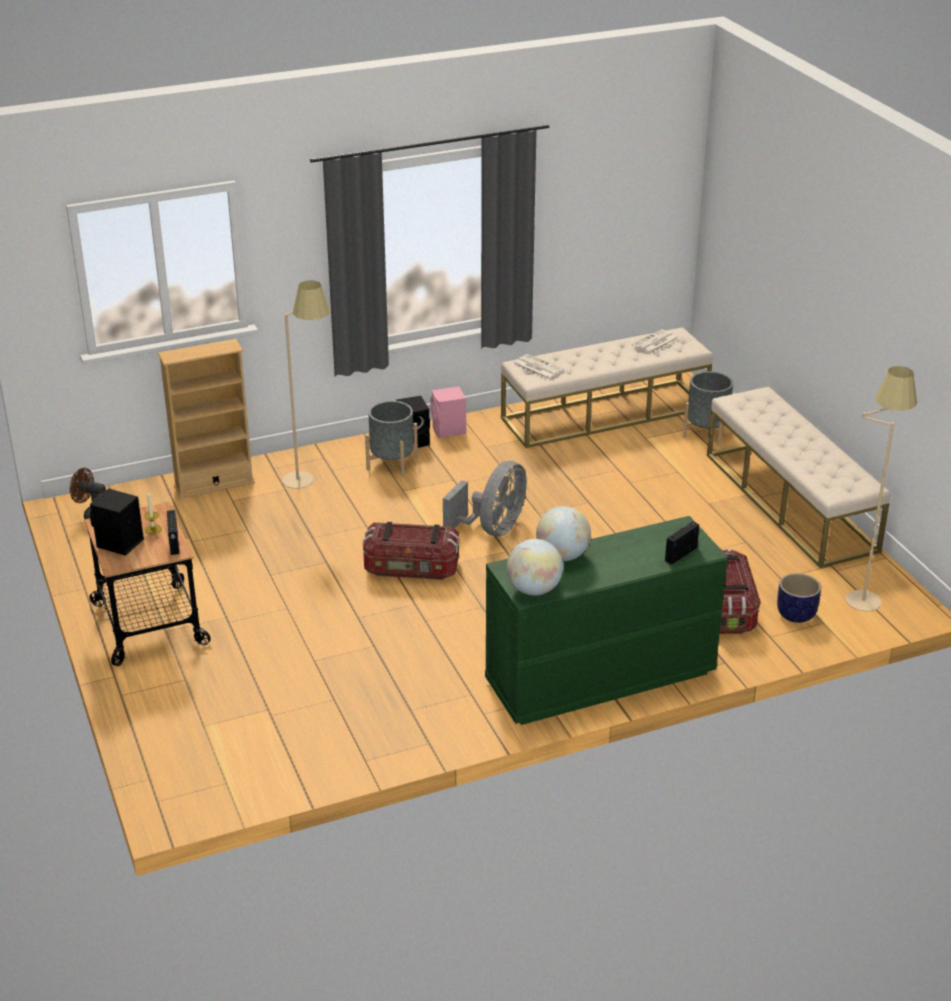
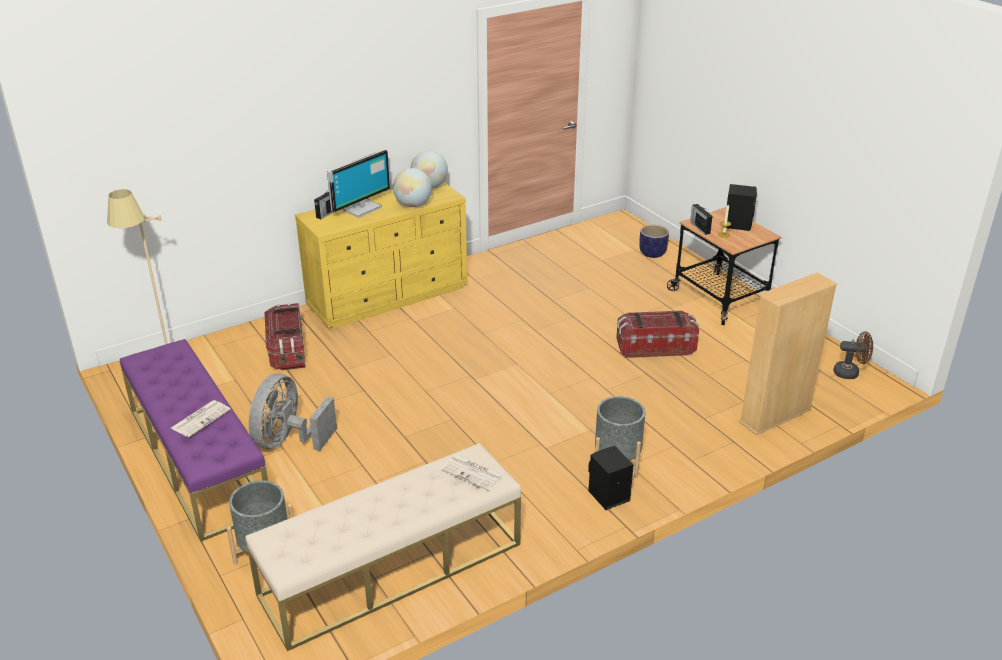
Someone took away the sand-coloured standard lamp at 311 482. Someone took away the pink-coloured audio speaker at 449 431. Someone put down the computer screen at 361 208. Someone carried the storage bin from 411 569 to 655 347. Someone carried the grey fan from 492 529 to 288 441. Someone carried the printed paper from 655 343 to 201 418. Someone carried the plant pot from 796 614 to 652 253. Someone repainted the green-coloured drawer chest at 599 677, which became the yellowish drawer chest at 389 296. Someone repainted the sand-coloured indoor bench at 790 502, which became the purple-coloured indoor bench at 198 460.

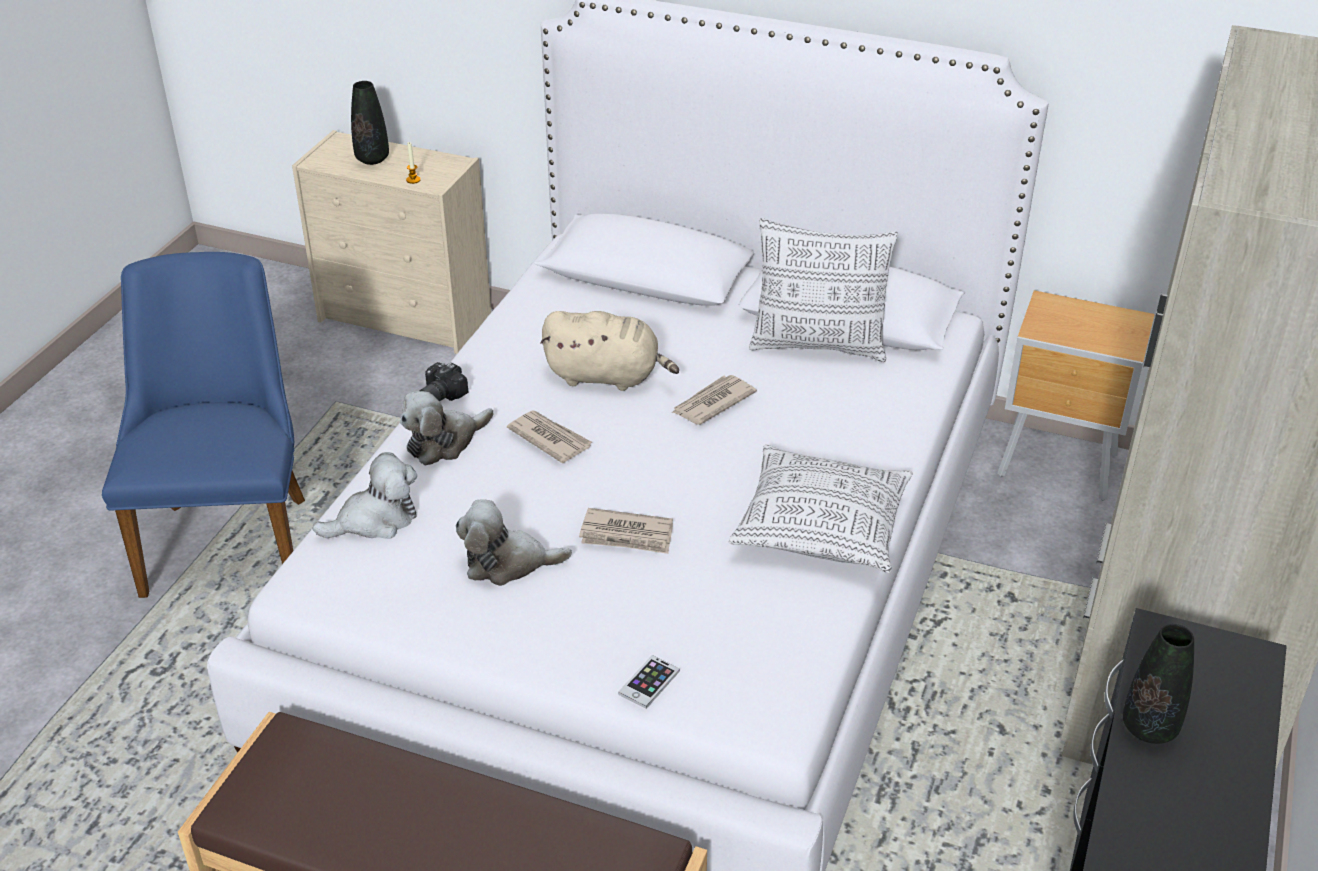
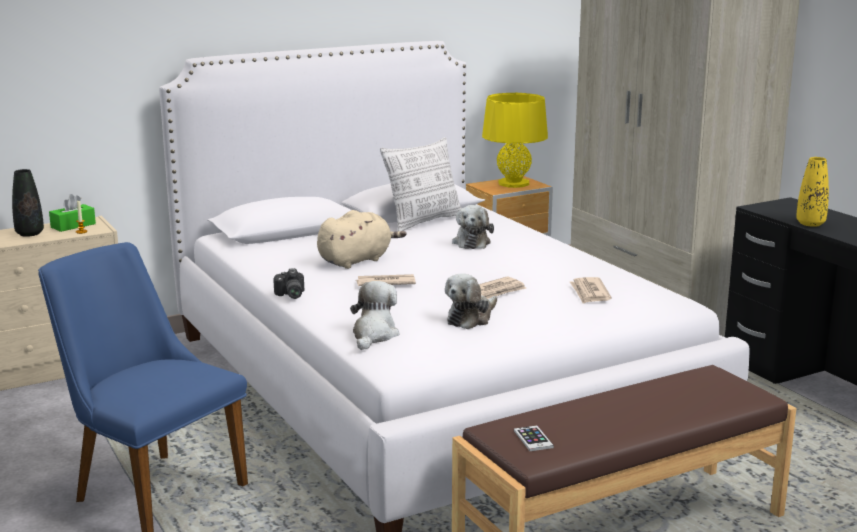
Someone took away the pillow at 822 528. Someone put down the green-coloured box of tissues at 73 225. Someone put down the yellowish tabletop lamp at 513 183. Someone carried the cuddly toy from 444 442 to 471 242. Someone carried the phone from 649 682 to 533 439. Someone carried the printed paper from 712 403 to 589 293. Someone repainted the black decorative vase at 1149 728, which became the yellowish decorative vase at 810 223.

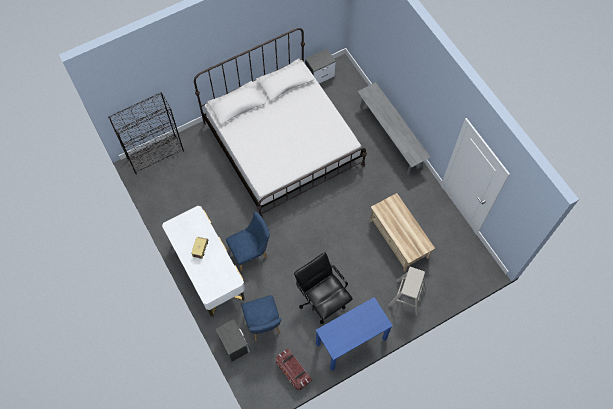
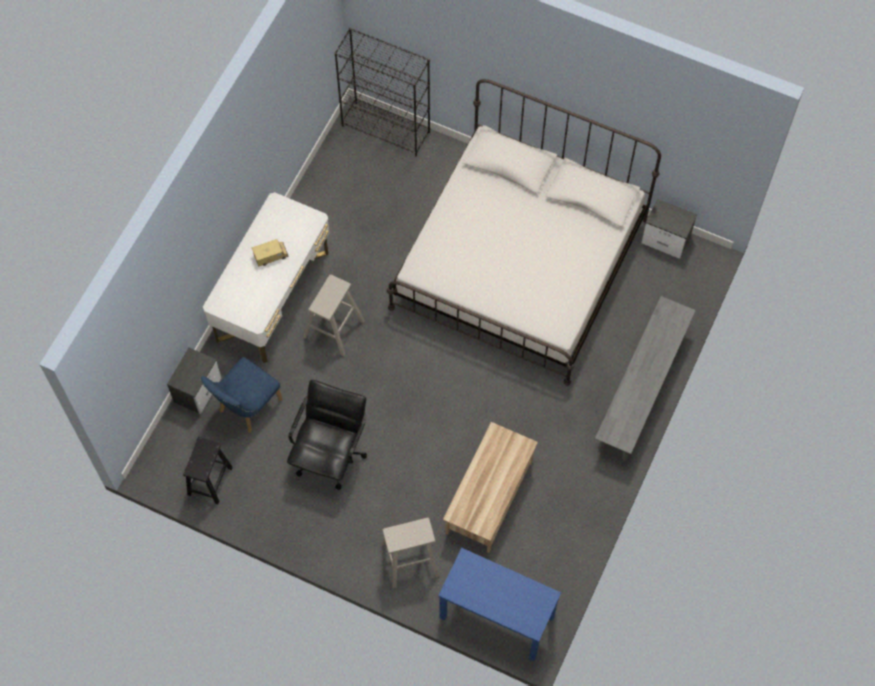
Someone carried the blue desk unit from 351 341 to 496 616. Someone swapped the blue upright chair at 251 252 for the sand-coloured stool seat at 334 329. Someone swapped the storage bin at 293 371 for the black stool seat at 210 482.

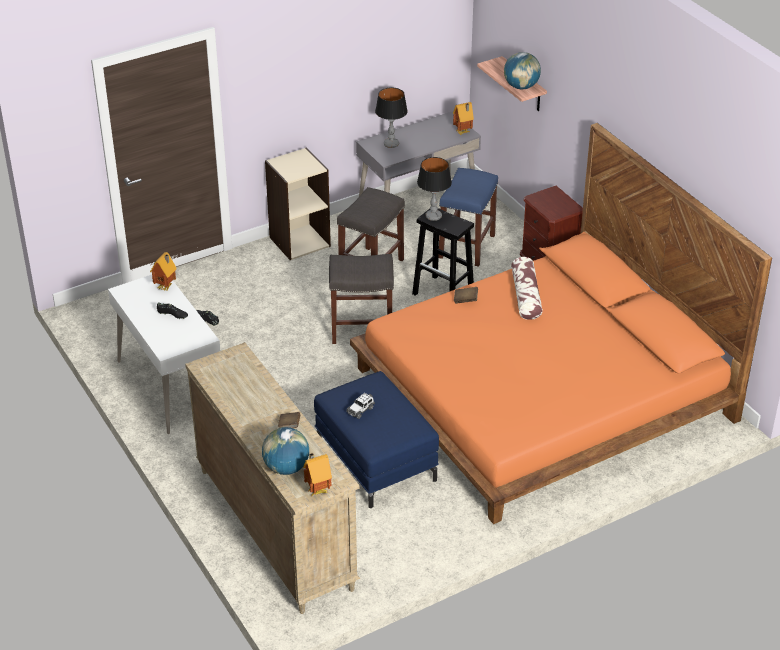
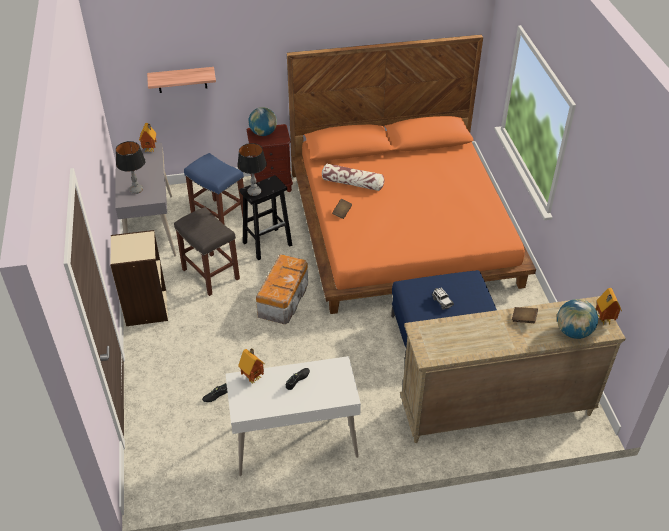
Someone carried the globe from 521 86 to 263 133. Someone swapped the grey stool seat at 363 329 for the storage bin at 284 299.

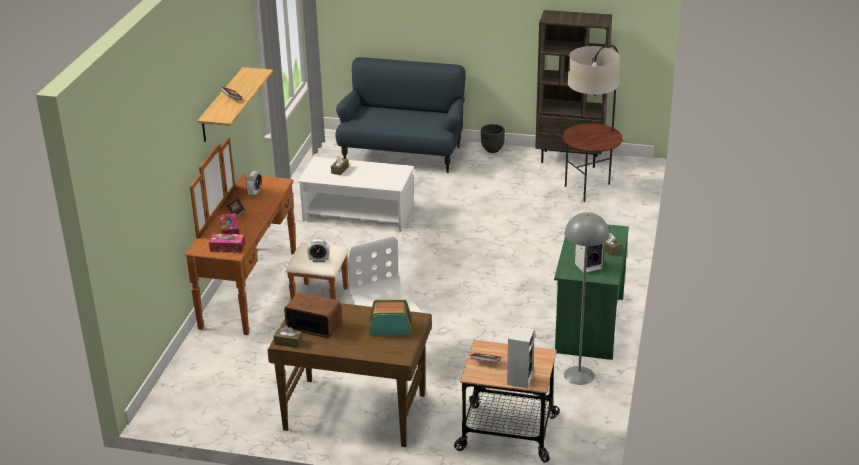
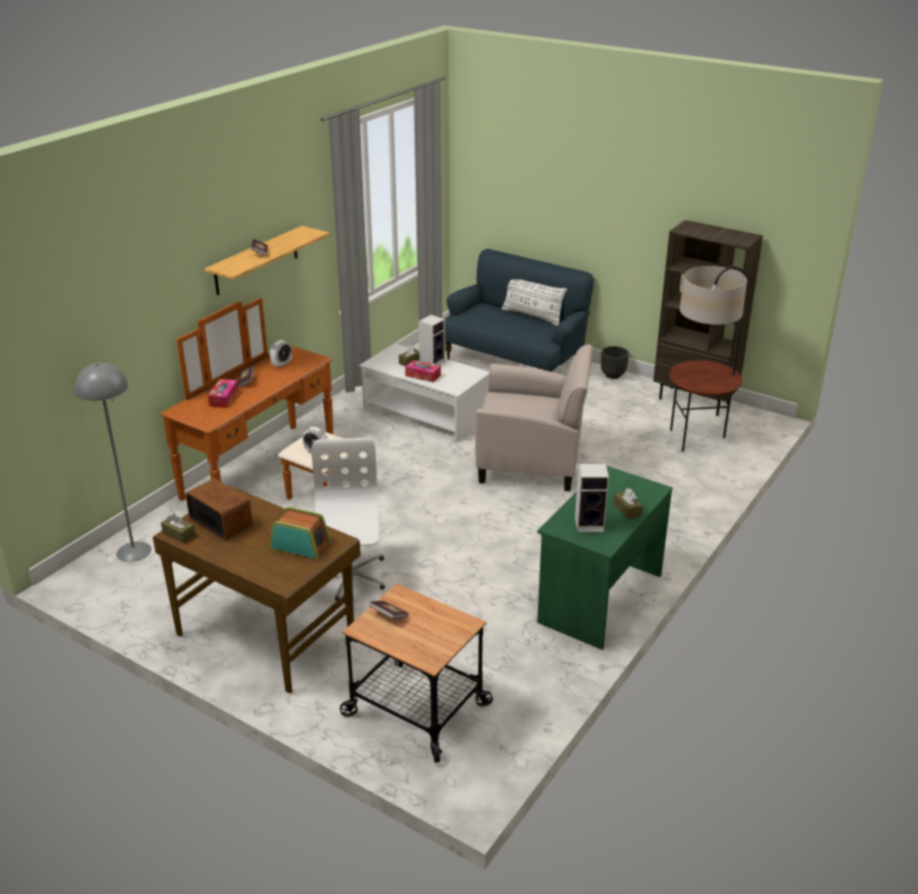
Someone put down the sand-coloured easy chair at 531 462. Someone put down the white pillow at 532 316. Someone carried the box of tissues from 227 247 to 423 375. Someone carried the audio speaker from 519 378 to 432 362. Someone carried the grey standard lamp from 579 375 to 134 551.

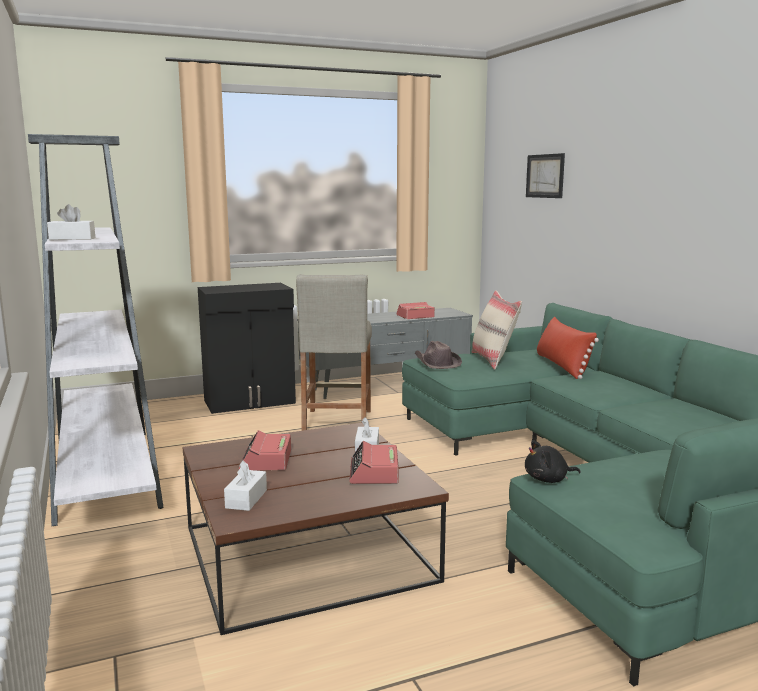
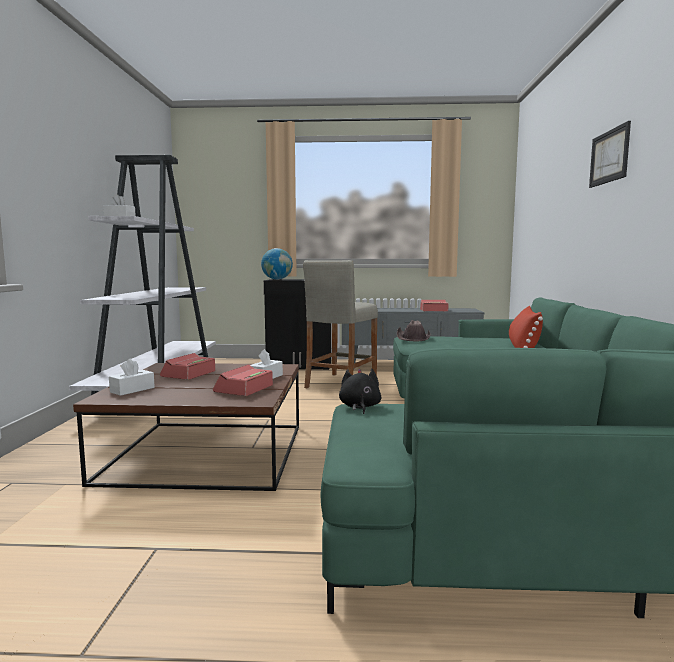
Someone took away the sand-coloured pillow at 493 360. Someone put down the globe at 277 279. Someone carried the picture from 545 176 to 609 156. Someone rotated the black cuddly toy at 548 479 by 75 degrees clockwise.

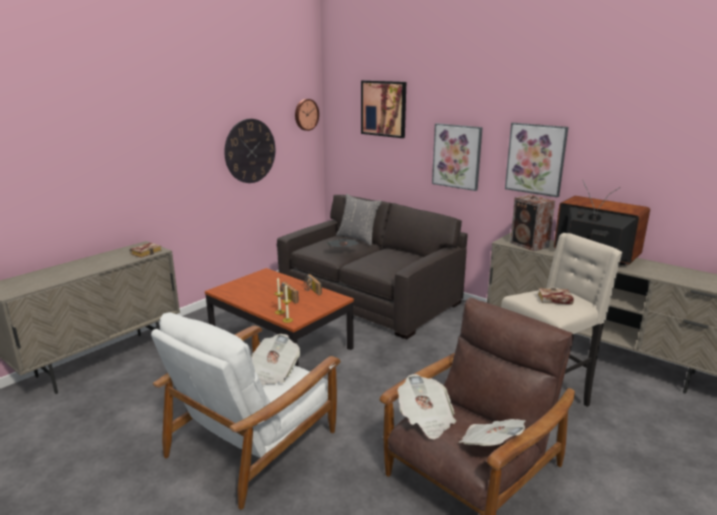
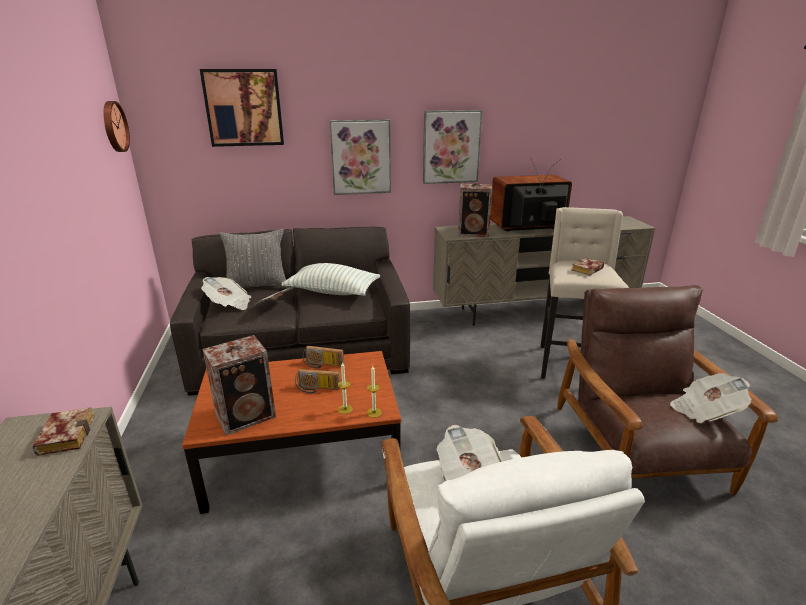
Someone took away the wall clock at 250 151. Someone put down the audio speaker at 247 415. Someone put down the pillow at 332 291. Someone carried the printed paper from 426 419 to 229 304.

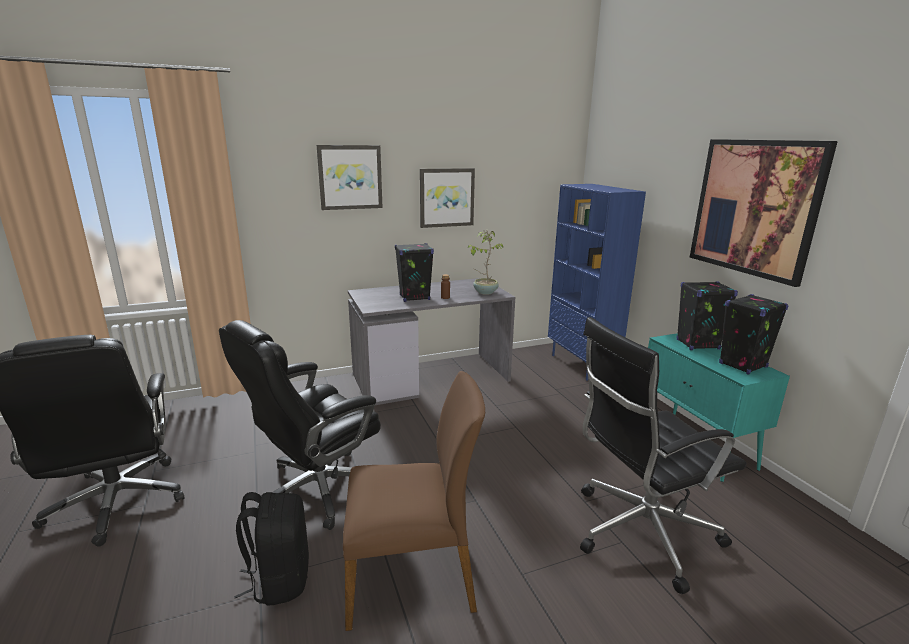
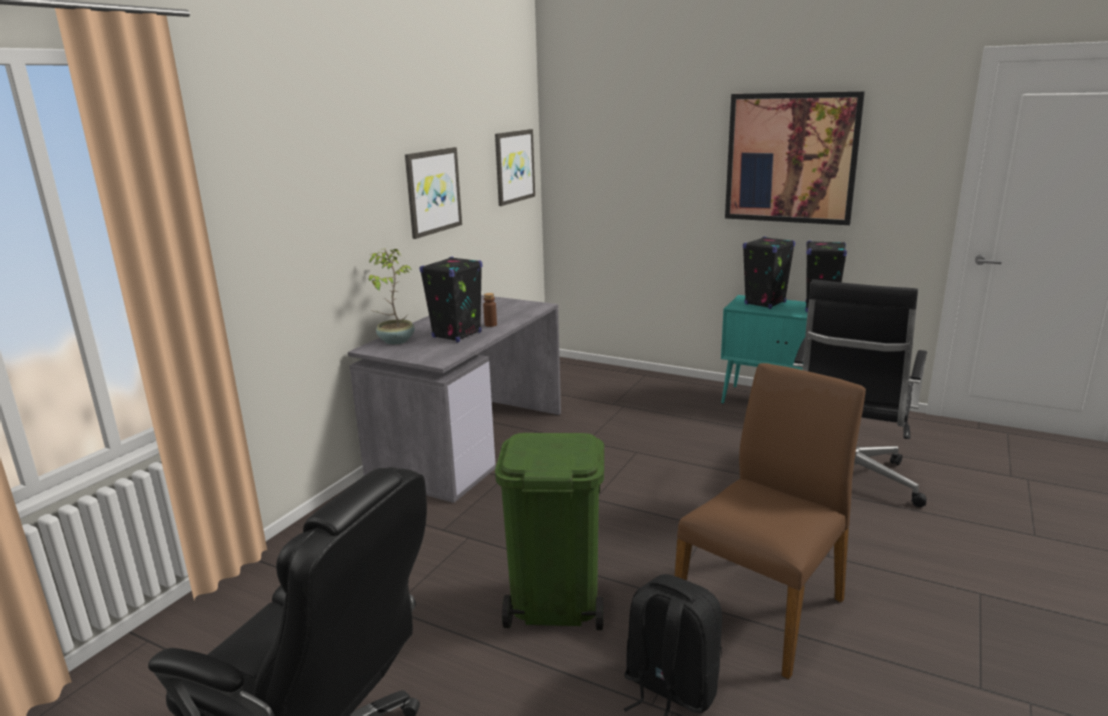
Someone took away the blue bookshelf at 582 365. Someone carried the picture from 350 177 to 514 166. Someone carried the potted plant from 485 292 to 395 341. Someone swapped the black desk chair at 316 489 for the green-coloured rubbish bin at 554 603.

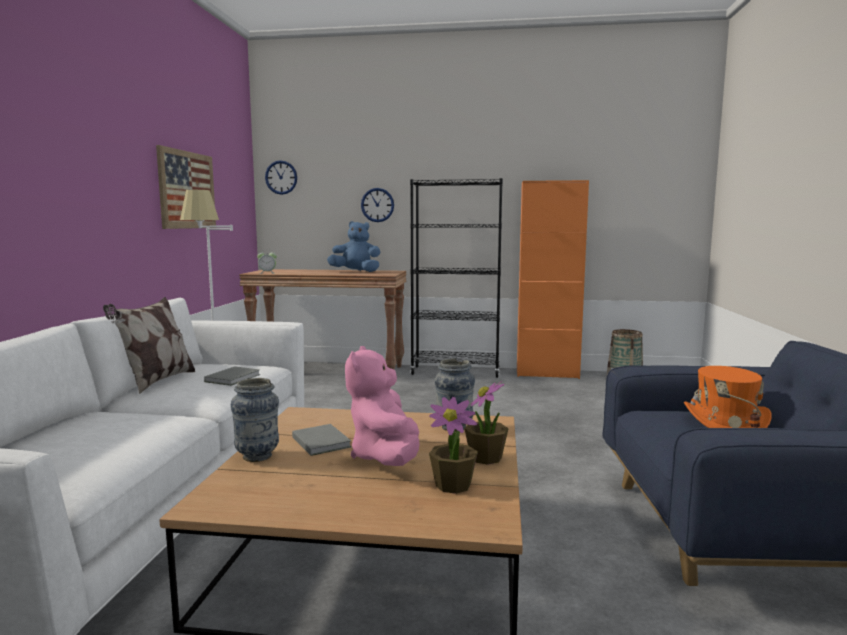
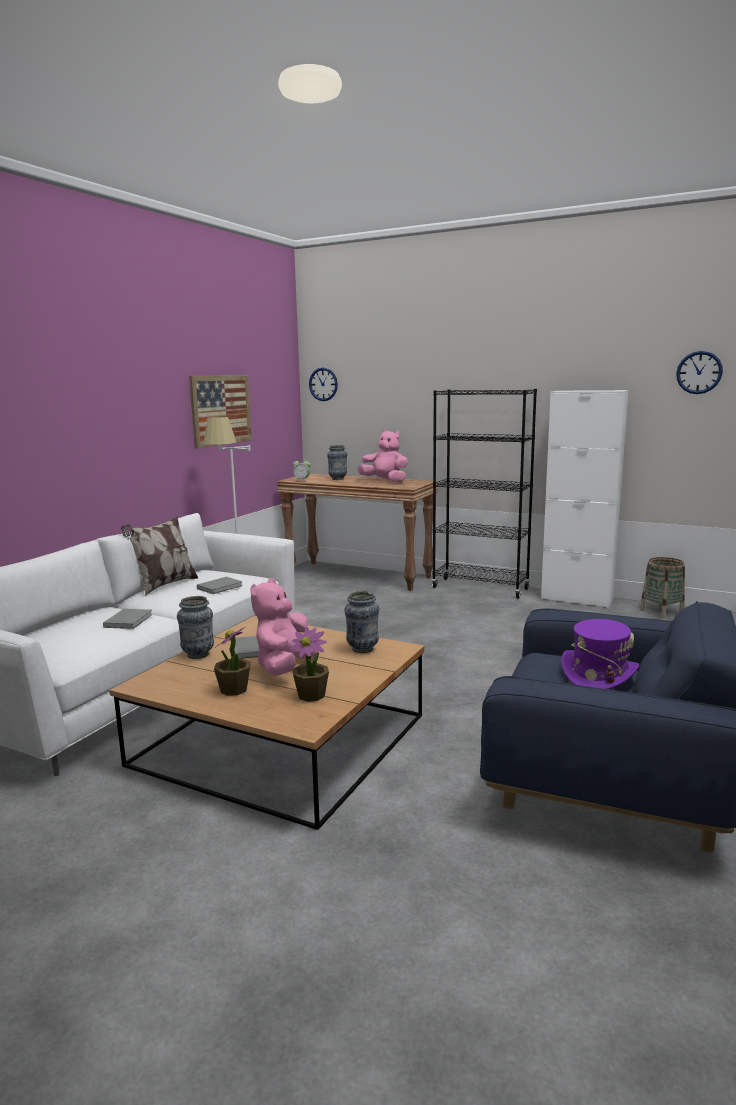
Someone put down the grey bound book at 129 620. Someone put down the decorative vase at 338 479. Someone carried the wall clock from 377 205 to 699 372. Someone carried the potted plant from 486 458 to 234 690. Someone repainted the blue cuddly toy at 356 271, which became the pink-coloured cuddly toy at 385 481. Someone repainted the orange-coloured cupboard at 547 374, which became the white cupboard at 576 599. Someone repainted the orange-coloured hat at 724 423, which became the purple-coloured hat at 598 675.

